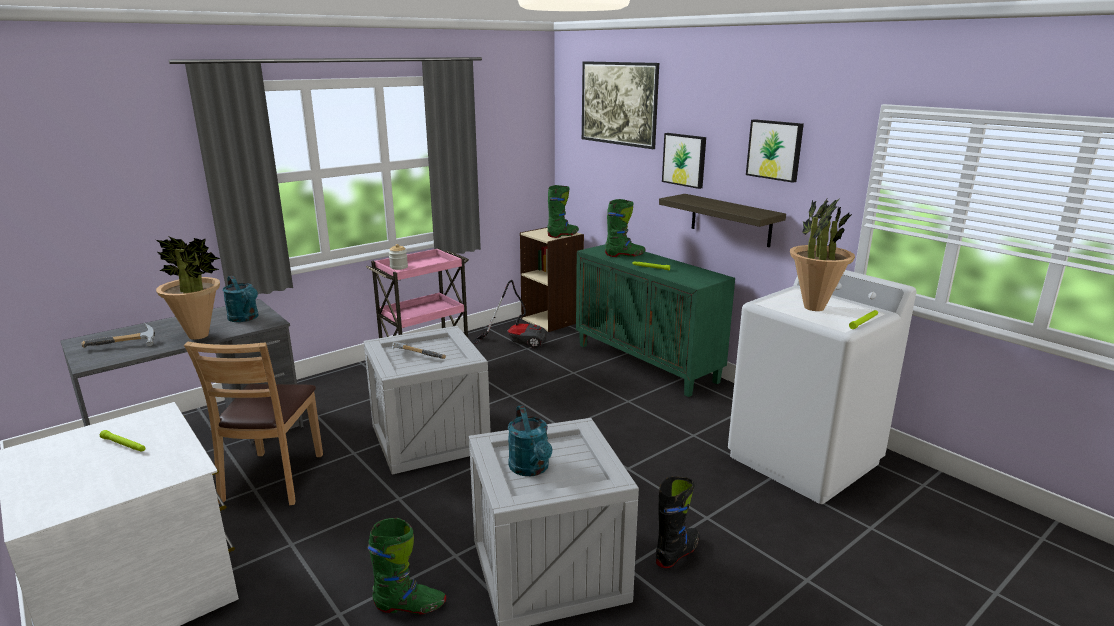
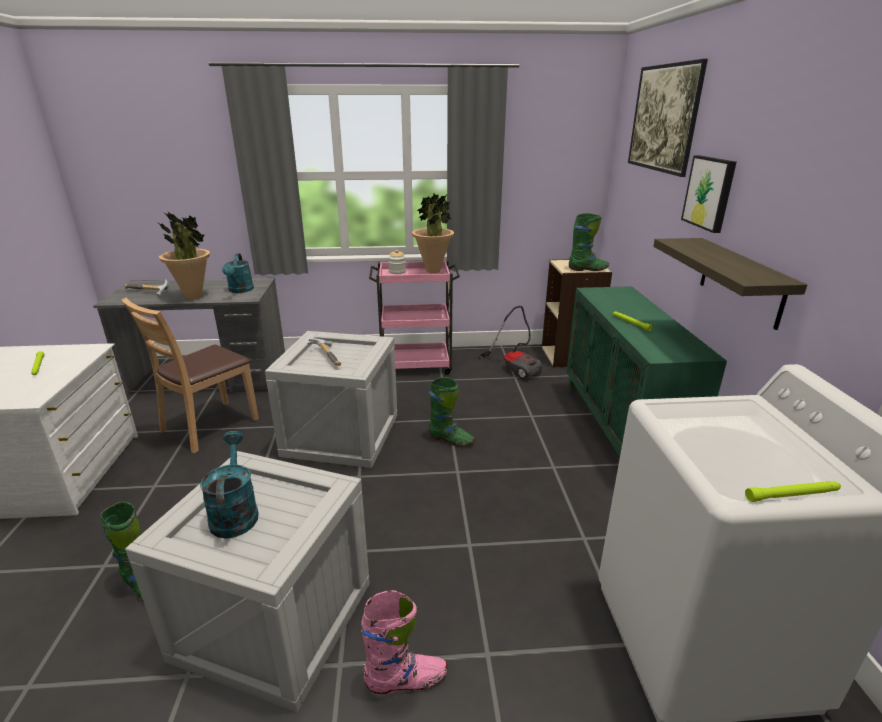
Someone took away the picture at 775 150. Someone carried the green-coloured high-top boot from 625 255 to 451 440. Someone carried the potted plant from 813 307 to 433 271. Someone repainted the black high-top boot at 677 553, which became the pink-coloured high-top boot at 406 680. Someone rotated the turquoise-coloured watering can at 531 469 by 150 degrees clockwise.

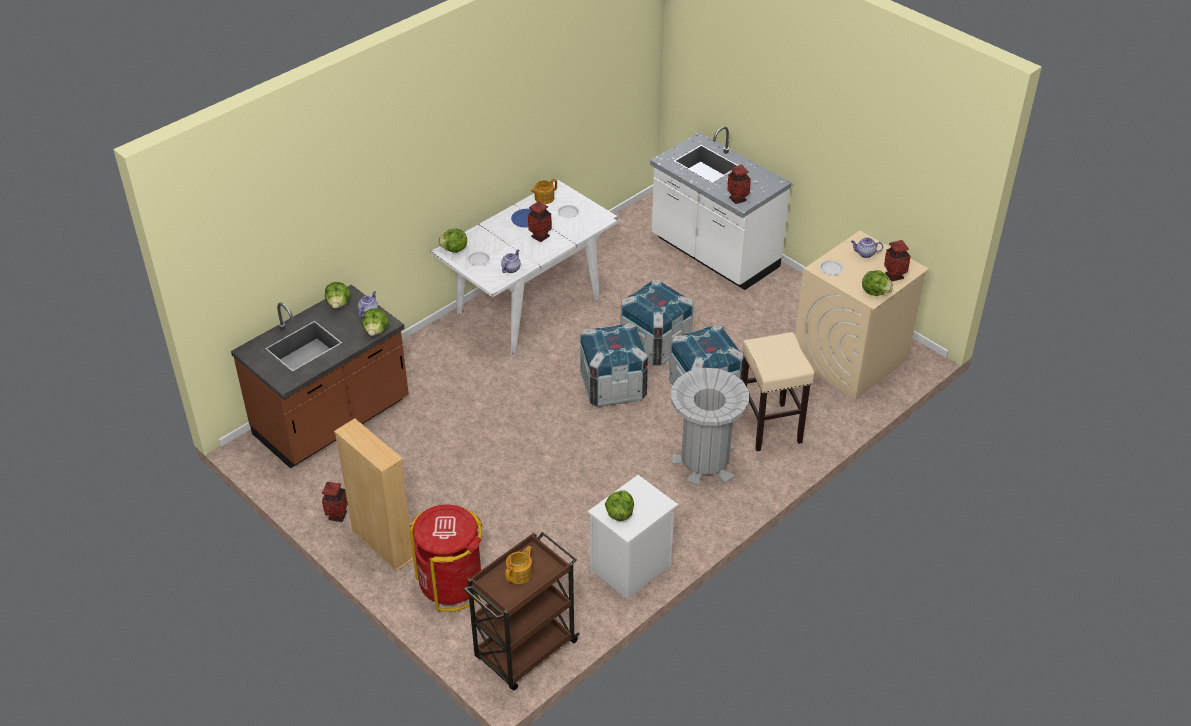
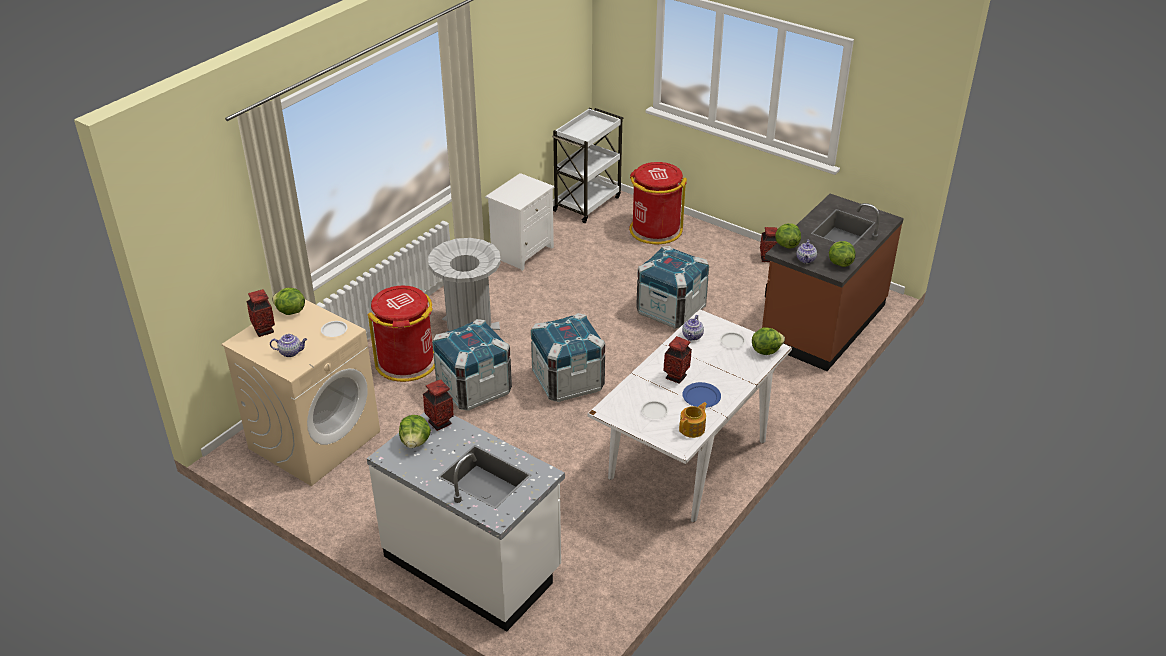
Someone took away the sand-coloured bookshelf at 383 544. Someone took away the teapot at 520 573. Someone carried the head of lettuce from 619 513 to 415 442. Someone carried the crate from 655 345 to 670 310. Someone swapped the sand-coloured stool seat at 770 427 for the reddish rubbish bin at 407 362. Someone repainted the brown-coloured wheeled cart at 524 651, which became the white wheeled cart at 587 203.

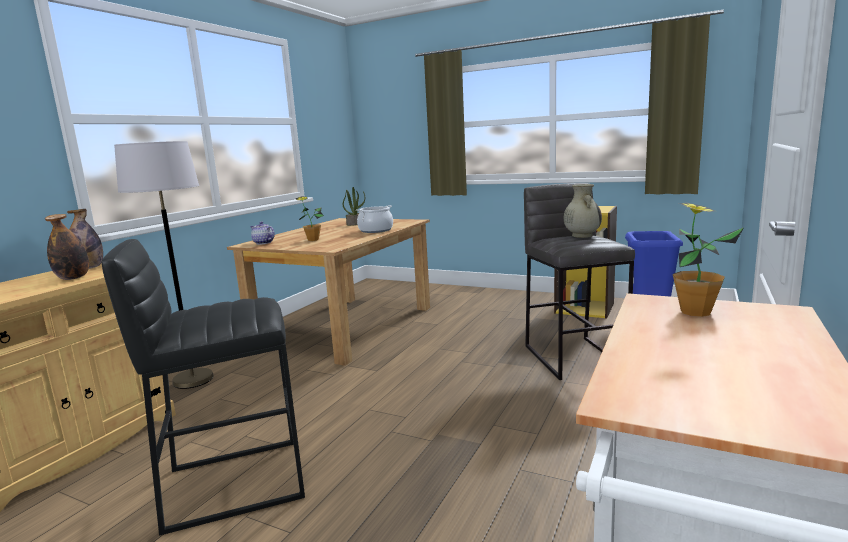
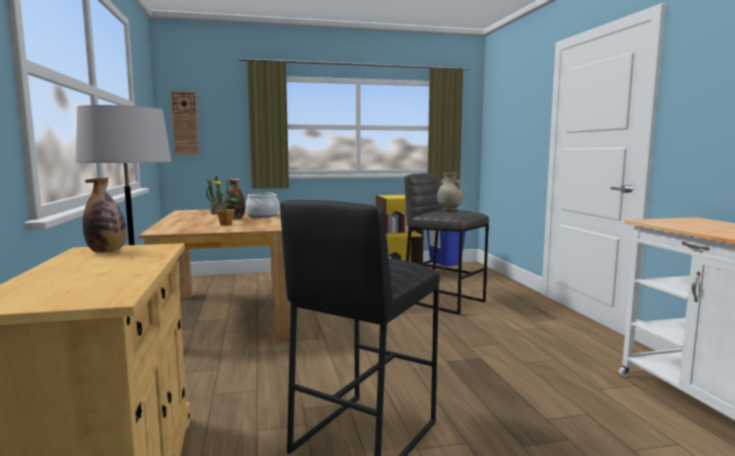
Someone took away the teapot at 263 243. Someone took away the potted plant at 695 312. Someone put up the wall clock at 185 123. Someone carried the bottle from 73 278 to 235 219.

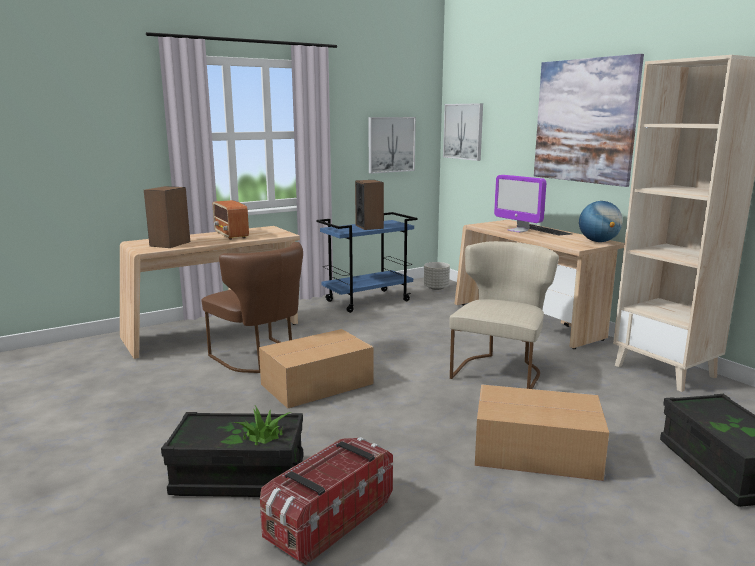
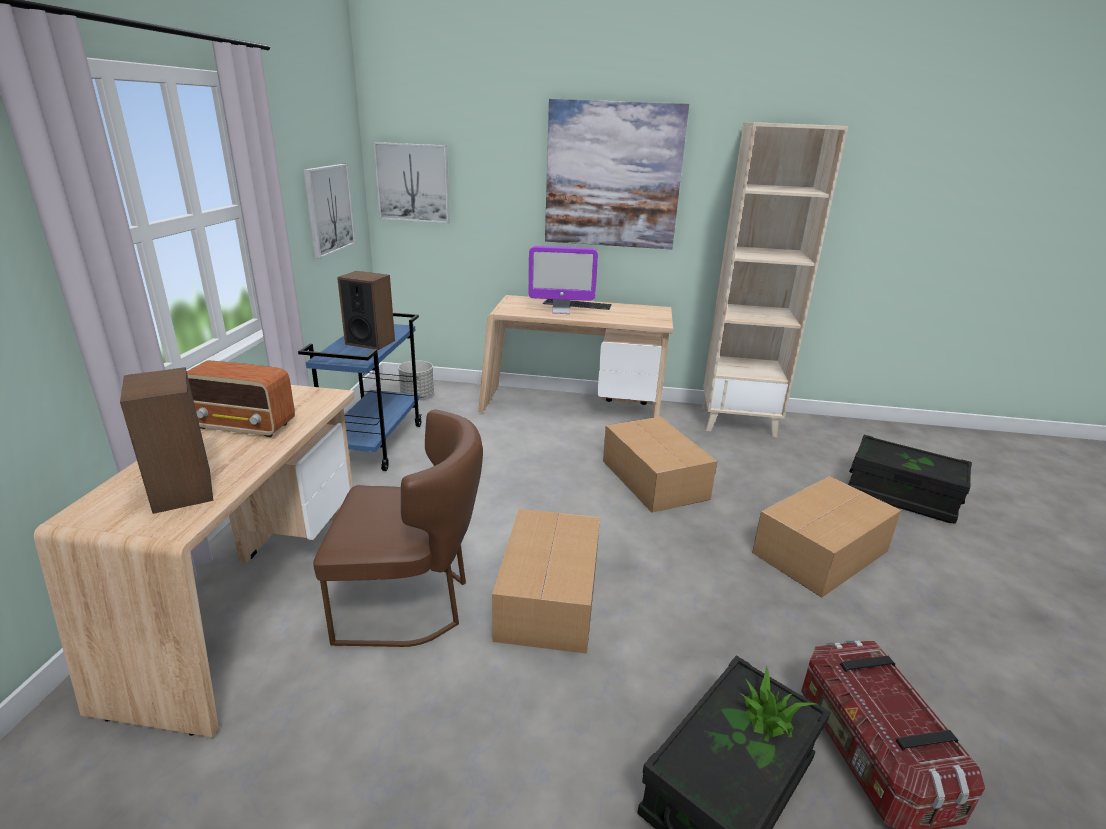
Someone took away the globe at 598 241. Someone swapped the sand-coloured upright chair at 500 370 for the packing box at 654 478.

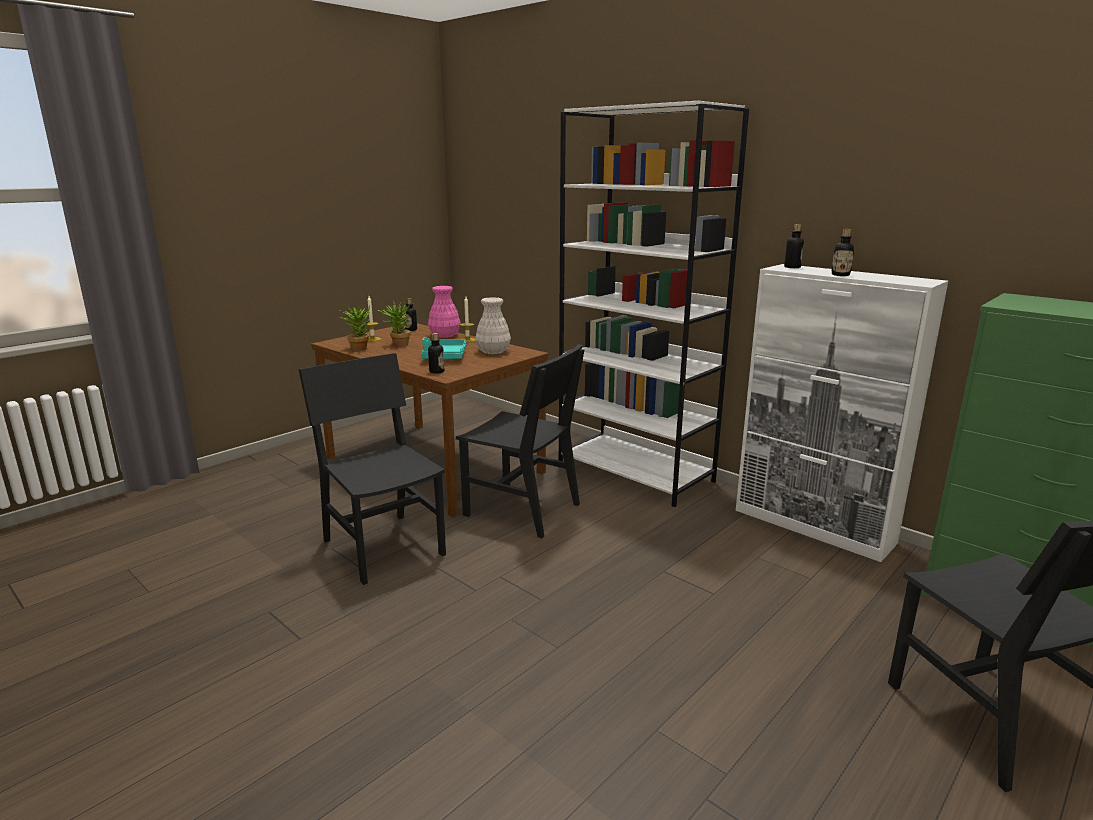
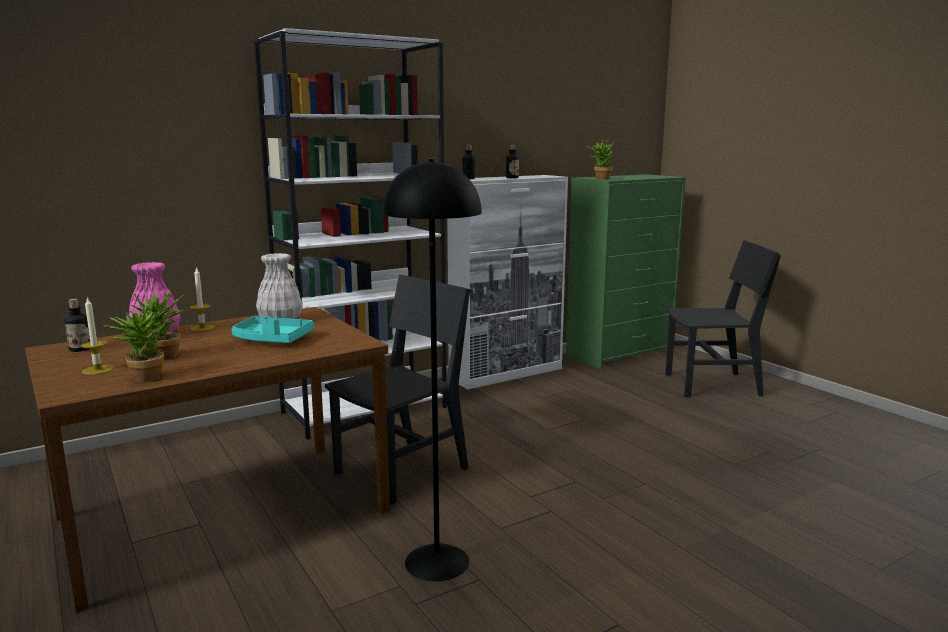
Someone took away the bottle at 437 371. Someone put down the potted plant at 599 179. Someone swapped the black upright chair at 384 547 for the black standard lamp at 436 561.

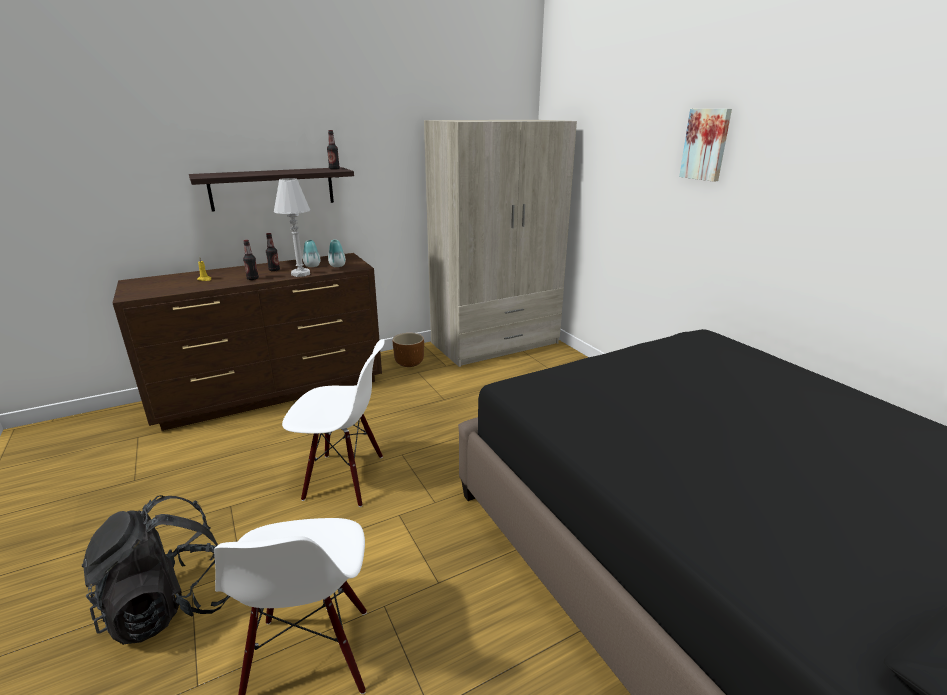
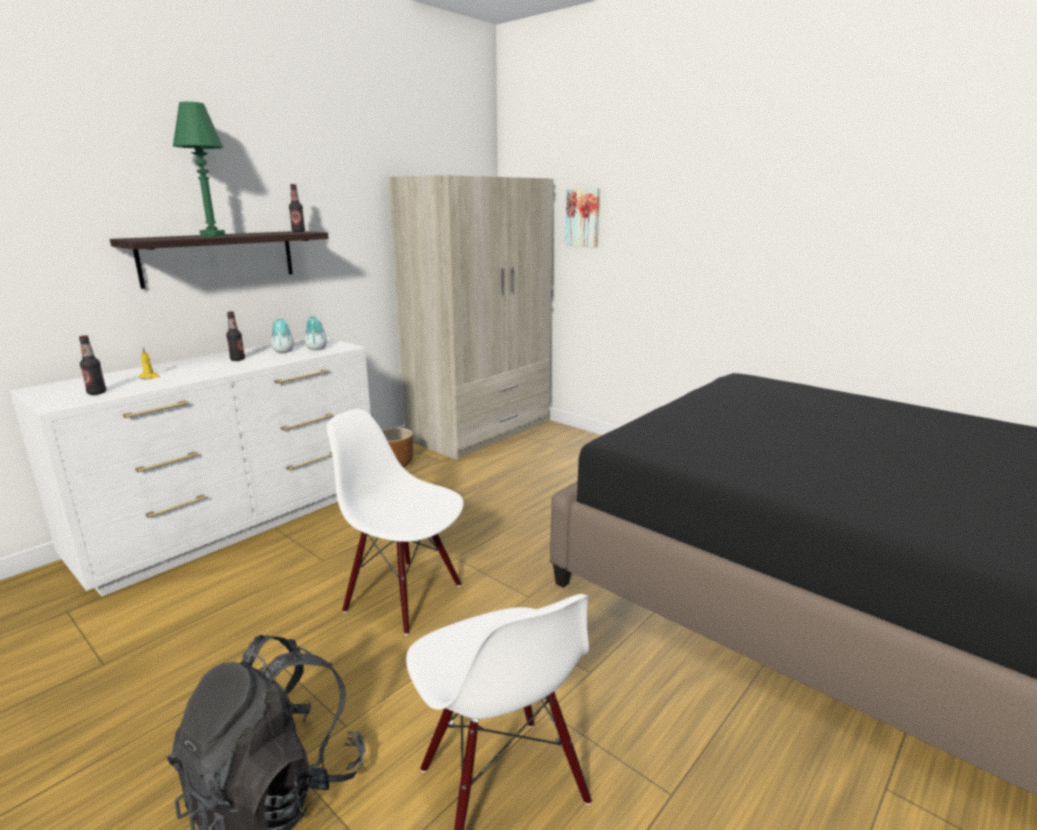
Someone took away the white tabletop lamp at 300 274. Someone put down the green-coloured tabletop lamp at 212 235. Someone carried the bottle from 252 279 to 97 393. Someone carried the picture from 706 144 to 583 217. Someone repainted the brown-coloured drawer chest at 273 391, which became the white drawer chest at 238 522. Someone rotated the white upright chair at 344 478 by 135 degrees counterclockwise.

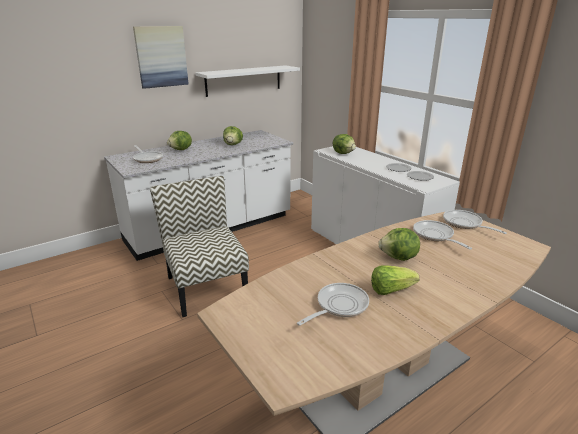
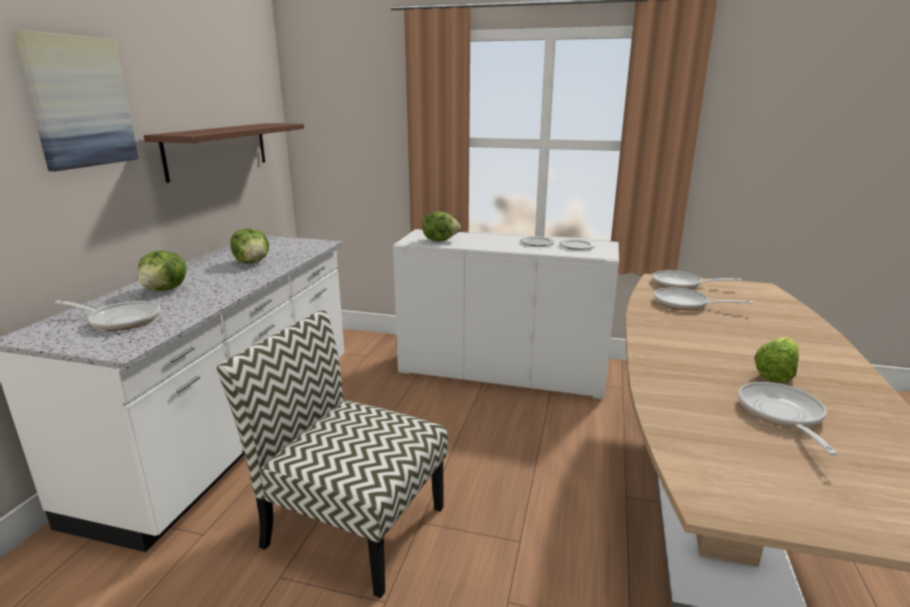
Someone took away the head of lettuce at 399 258. Someone repainted the white bracket shelf at 243 80, which became the brown-coloured bracket shelf at 218 150.

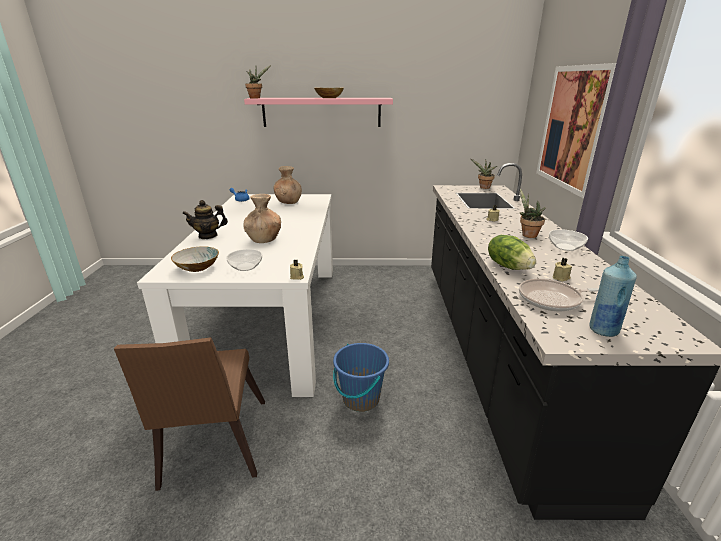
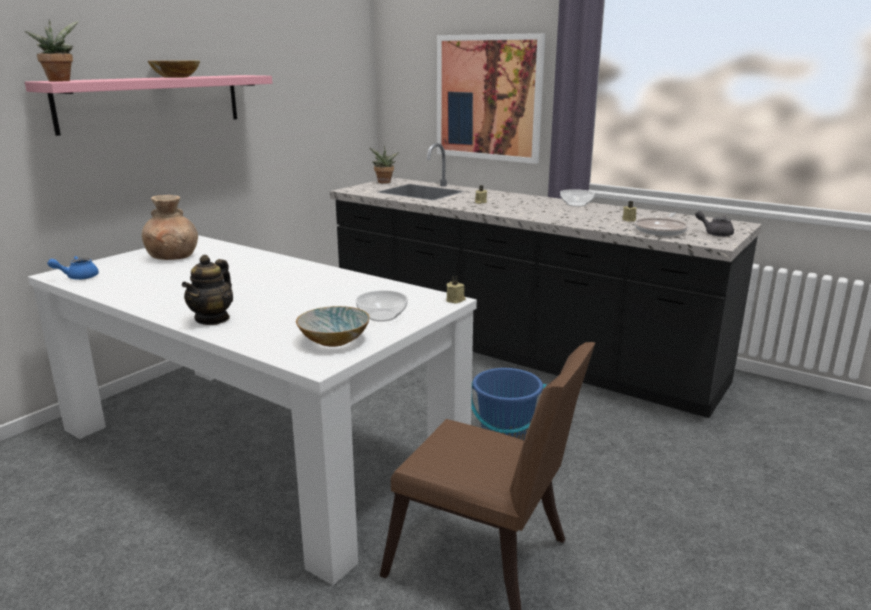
Someone took away the brown-coloured decorative vase at 264 239. Someone took away the head of lettuce at 509 266. Someone took away the potted plant at 527 235. Someone swapped the blue bottle at 602 330 for the grey teapot at 715 233.

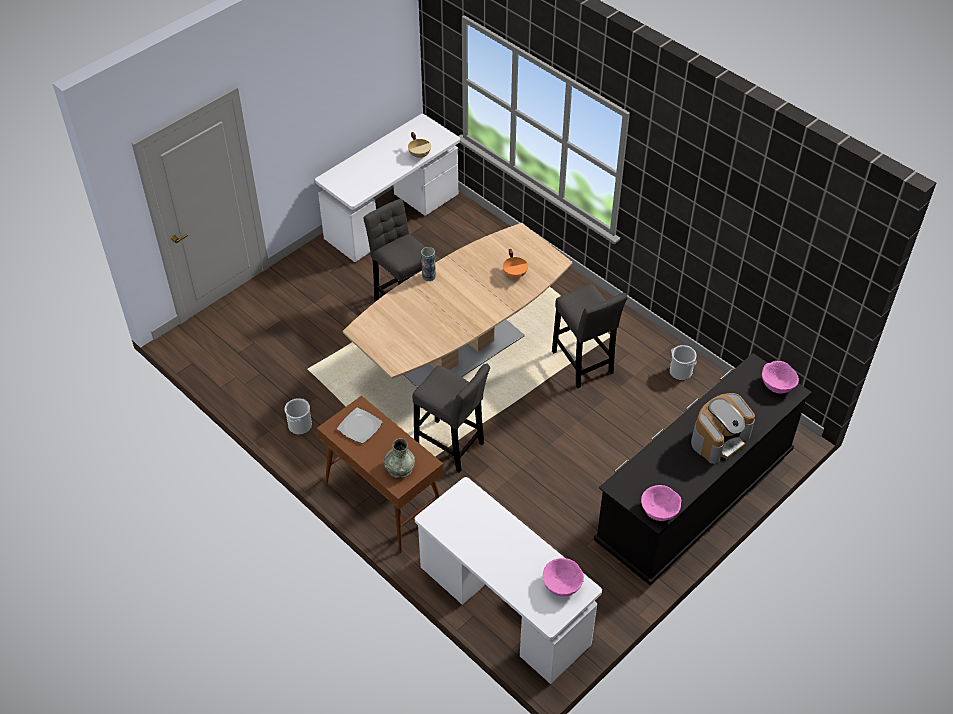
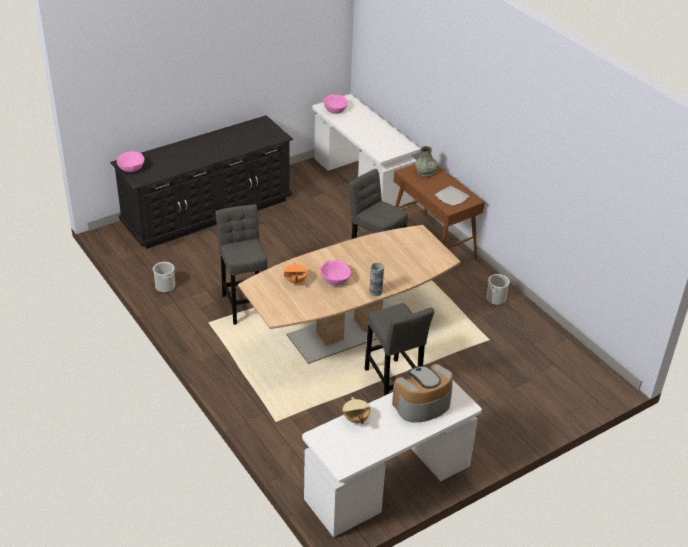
Someone carried the pink-coloured bowl from 659 510 to 335 279. Someone carried the coffee maker from 719 438 to 422 404.

